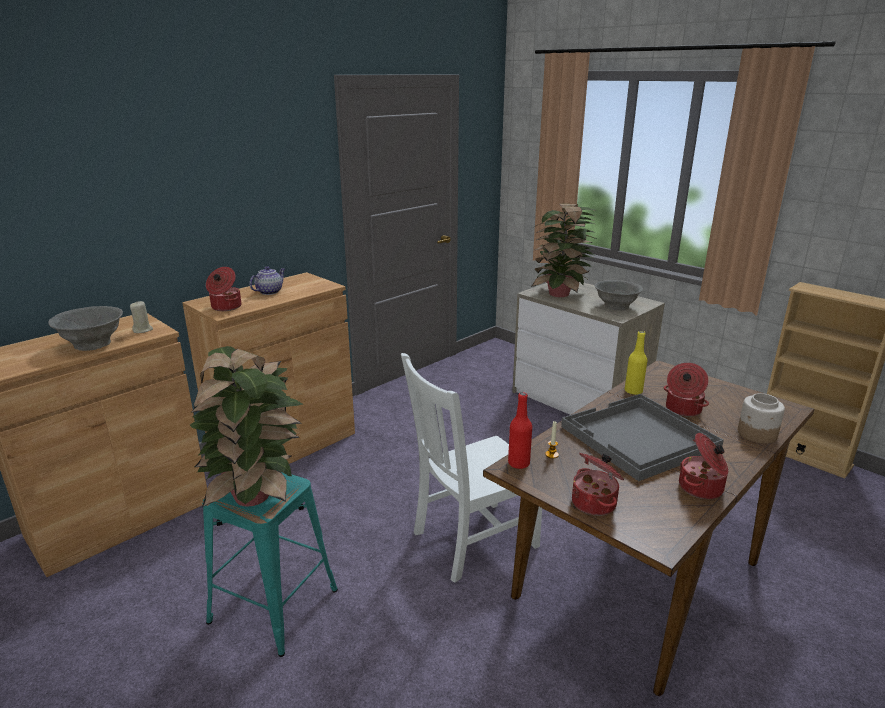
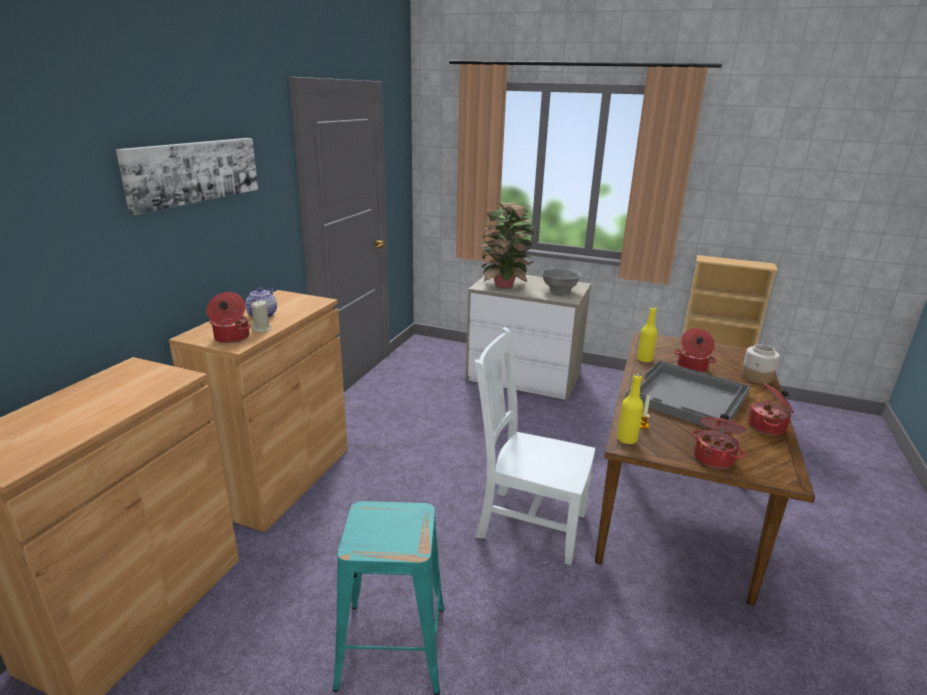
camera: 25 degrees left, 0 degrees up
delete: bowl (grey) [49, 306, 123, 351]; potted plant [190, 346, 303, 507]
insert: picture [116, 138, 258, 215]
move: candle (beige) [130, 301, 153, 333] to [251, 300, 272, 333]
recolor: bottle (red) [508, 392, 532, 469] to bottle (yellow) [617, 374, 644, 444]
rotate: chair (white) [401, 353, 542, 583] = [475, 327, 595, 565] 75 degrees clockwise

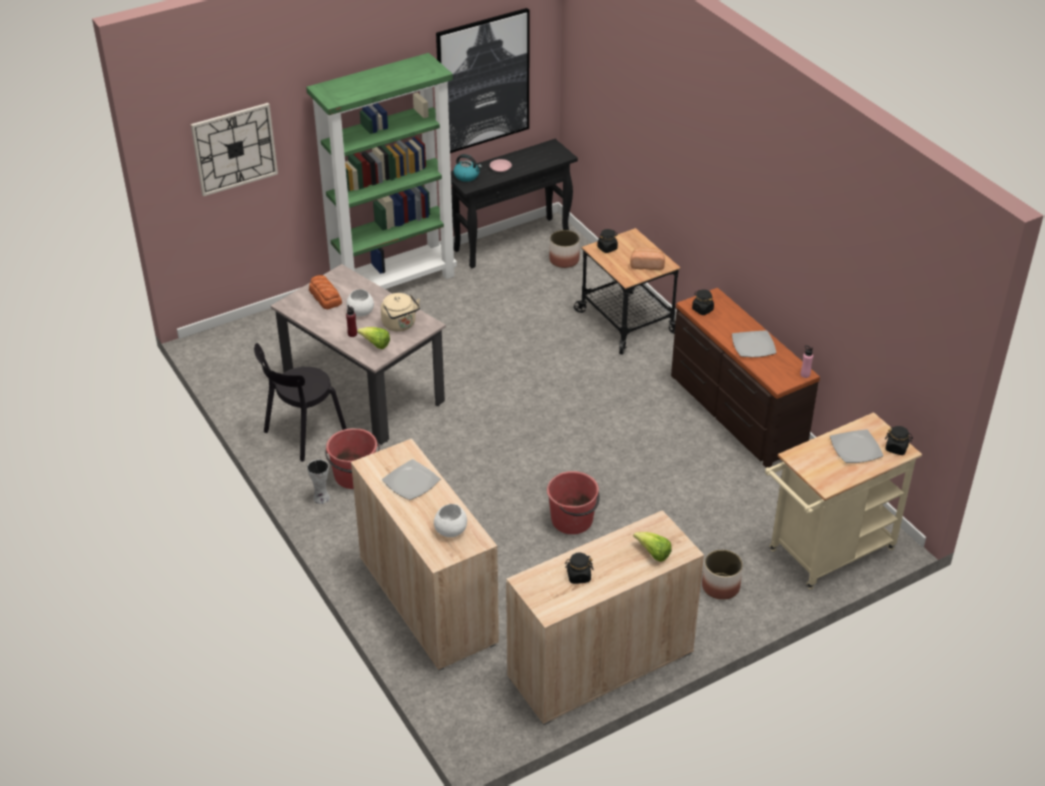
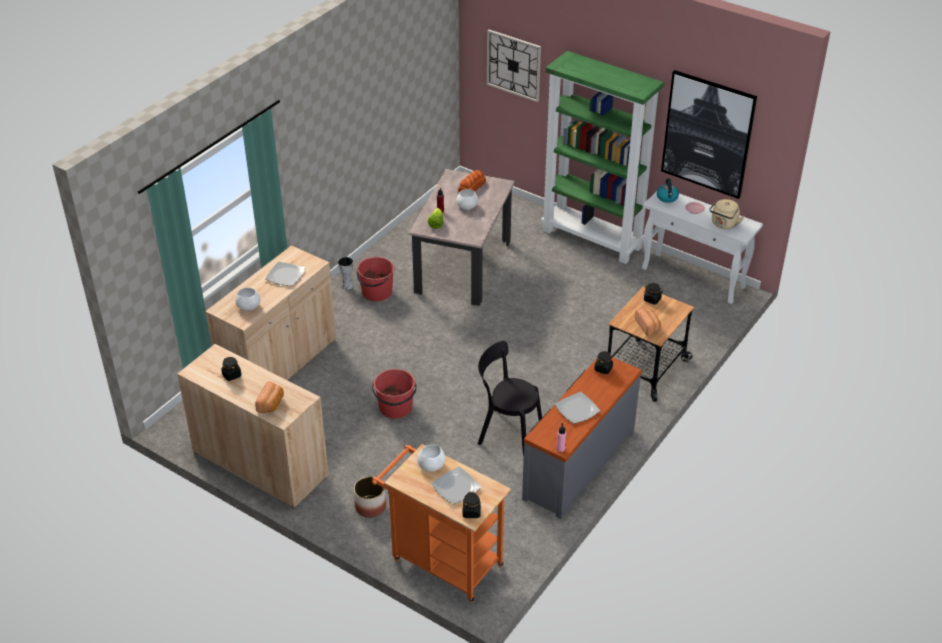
camera: 65 degrees right, 0 degrees up
delete: planter [549, 230, 580, 268]
insert: bowl (white) [417, 445, 445, 472]
move: chair (black) [254, 343, 347, 462] to [478, 341, 542, 456]; kettle (beige) [381, 293, 420, 332] to [709, 199, 744, 229]
replace: lettuce [633, 532, 672, 562] to bread [255, 381, 284, 413]
recolor: cart (beige) [765, 412, 922, 589] to cart (orange) [372, 444, 511, 603]; dresser (brown) [671, 288, 820, 468] to dresser (grey) [522, 357, 642, 519]; console table (black) [451, 139, 578, 268] to console table (white) [642, 191, 763, 304]

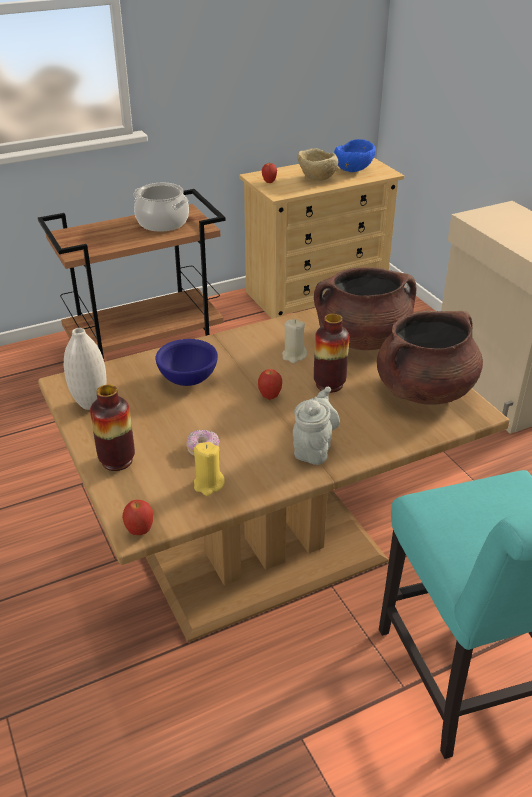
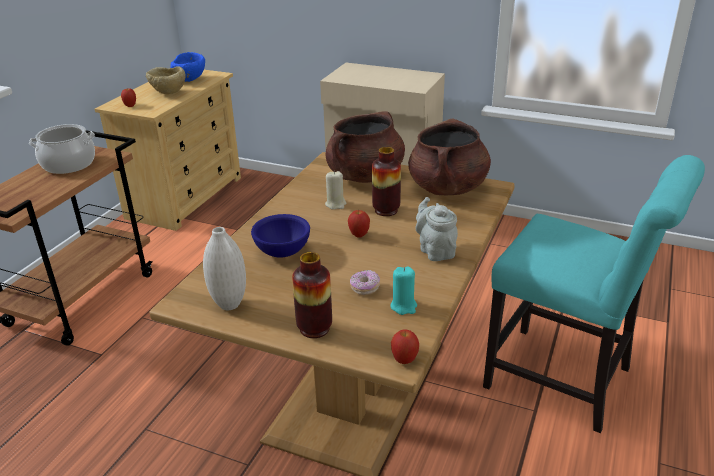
camera: 40 degrees left, 5 degrees down
recolor: candle (yellow) [194, 442, 225, 496] to candle (turquoise) [390, 267, 417, 315]

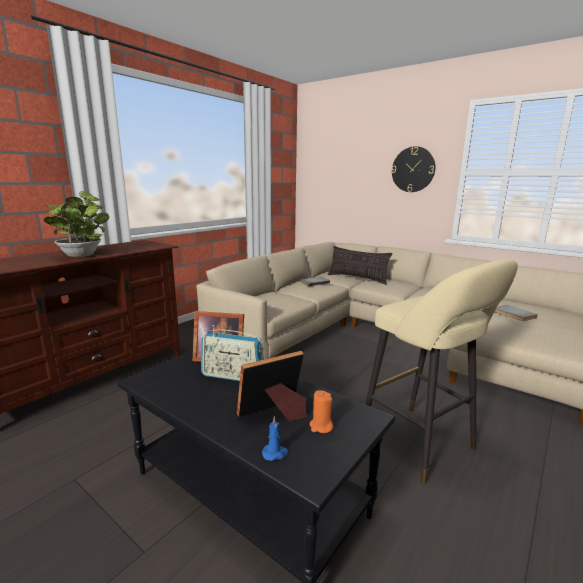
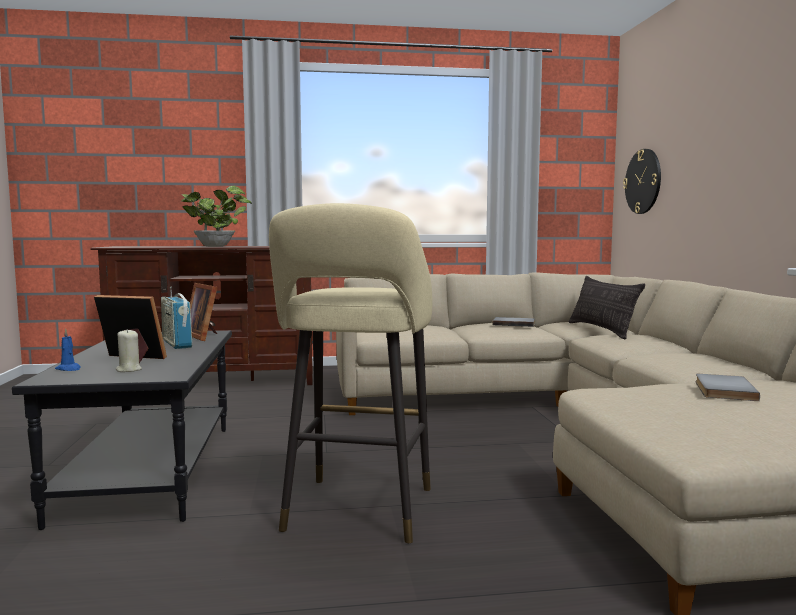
camera: 45 degrees right, 10 degrees down
move: wall clock [392, 146, 435, 192] to [623, 149, 661, 214]
recolor: candle (orange) [309, 390, 334, 433] to candle (beige) [115, 329, 142, 372]

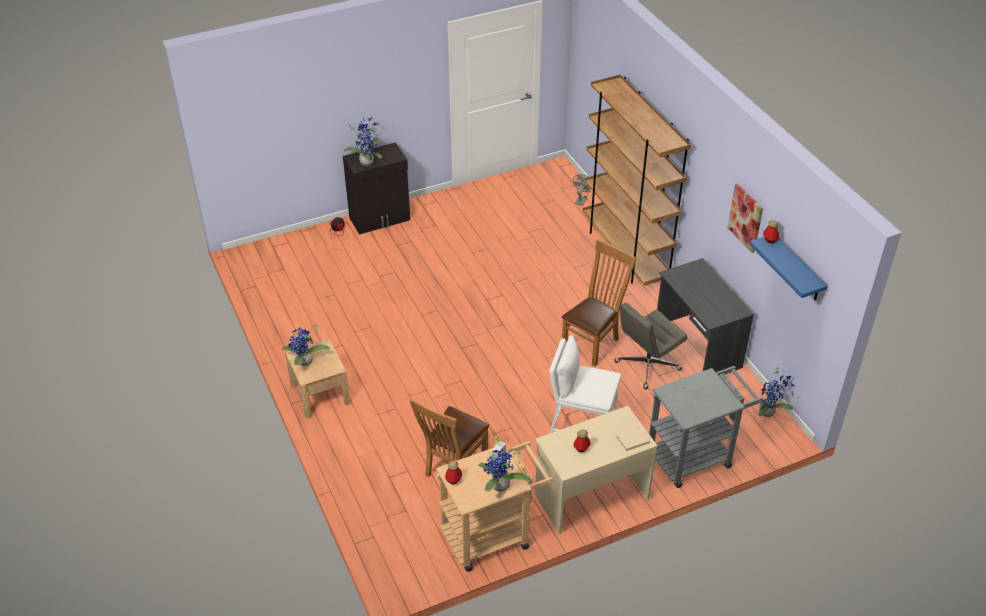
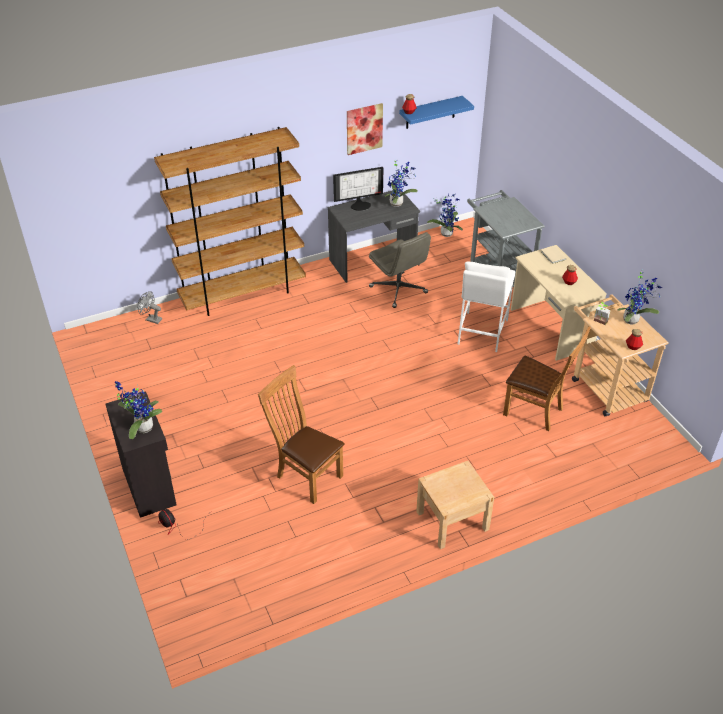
camera: 90 degrees left, 0 degrees up
insert: monitor [333, 167, 383, 211]
move: chair (brown) [562, 239, 636, 366] to [258, 365, 345, 504]; potted plant [282, 324, 330, 366] to [384, 161, 418, 207]

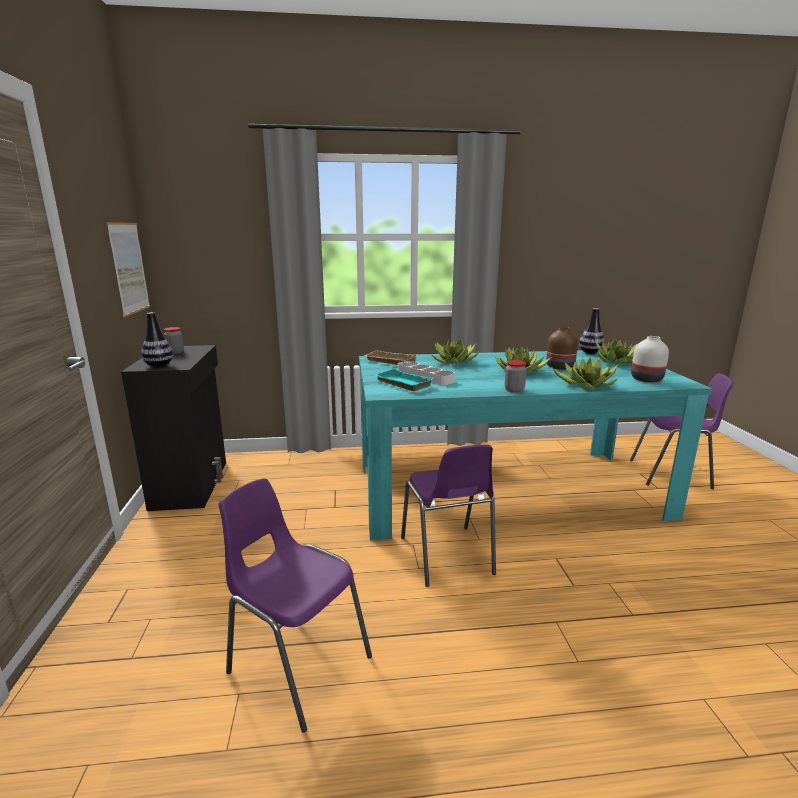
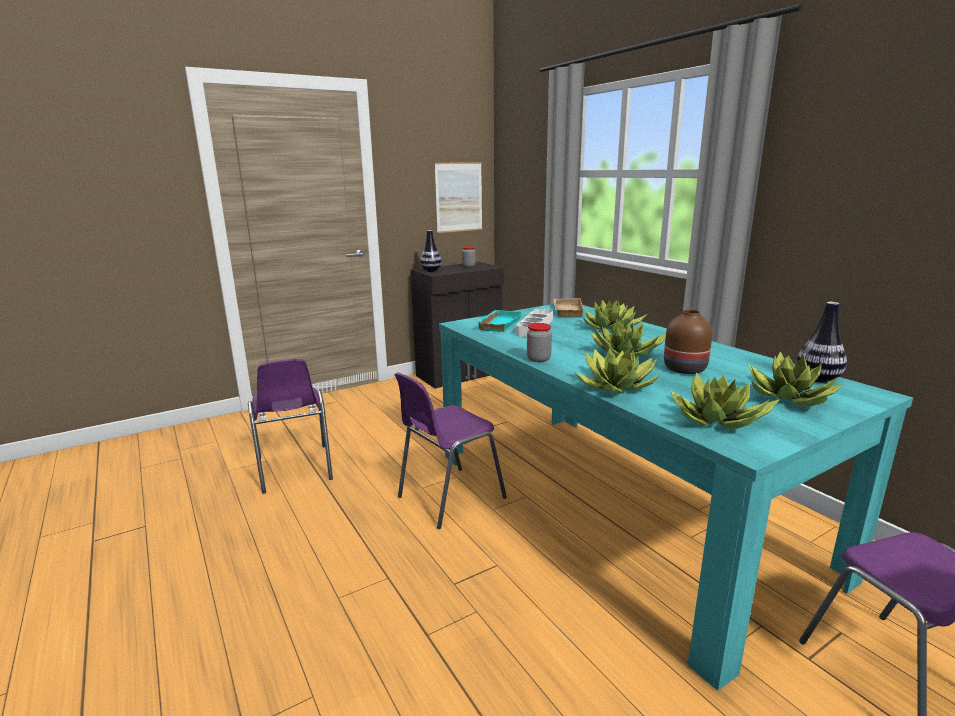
camera: 65 degrees right, 0 degrees up
replace: vase (white) [631, 336, 669, 382] to potted plant [670, 373, 780, 429]
rotate: chair (purple) [219, 478, 372, 733] = [248, 359, 333, 494] 150 degrees clockwise

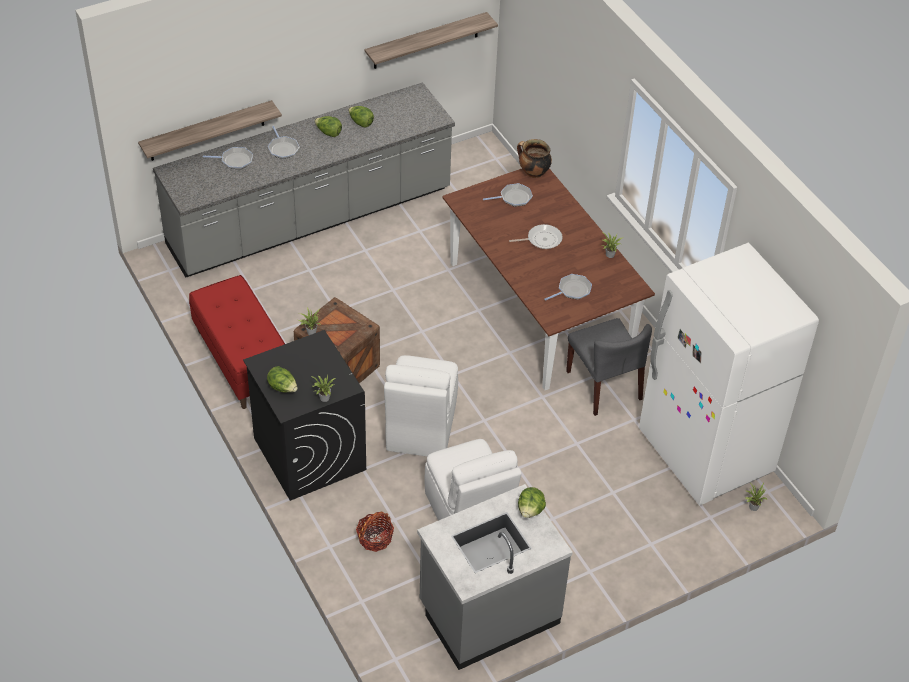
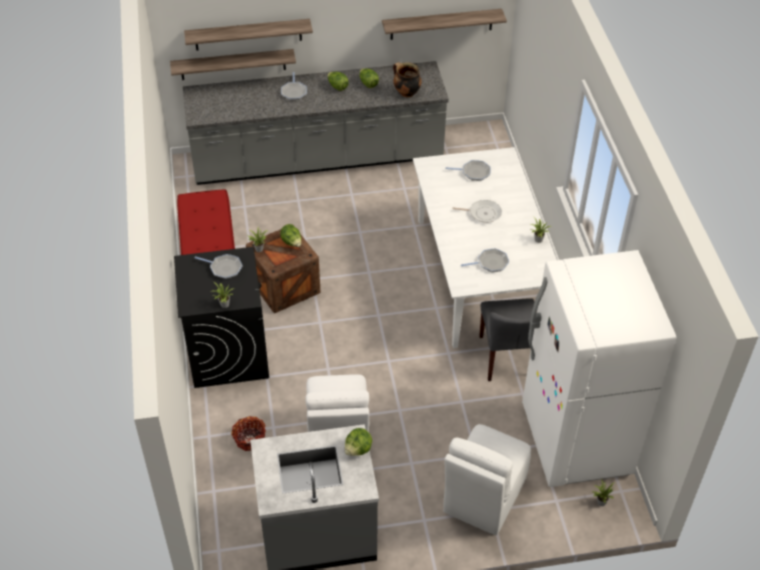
camera: 20 degrees right, 0 degrees up
insert: shelf [184, 19, 313, 51]
move: frying pan [203, 147, 253, 169] to [195, 254, 243, 279]; lettuce [267, 366, 298, 392] to [280, 224, 301, 247]; cooking pot [517, 139, 552, 178] to [393, 62, 422, 97]; chair (white) [384, 355, 458, 456] to [443, 424, 531, 535]
recolor: dining table (brown) [442, 169, 655, 390] to dining table (white) [413, 147, 557, 348]

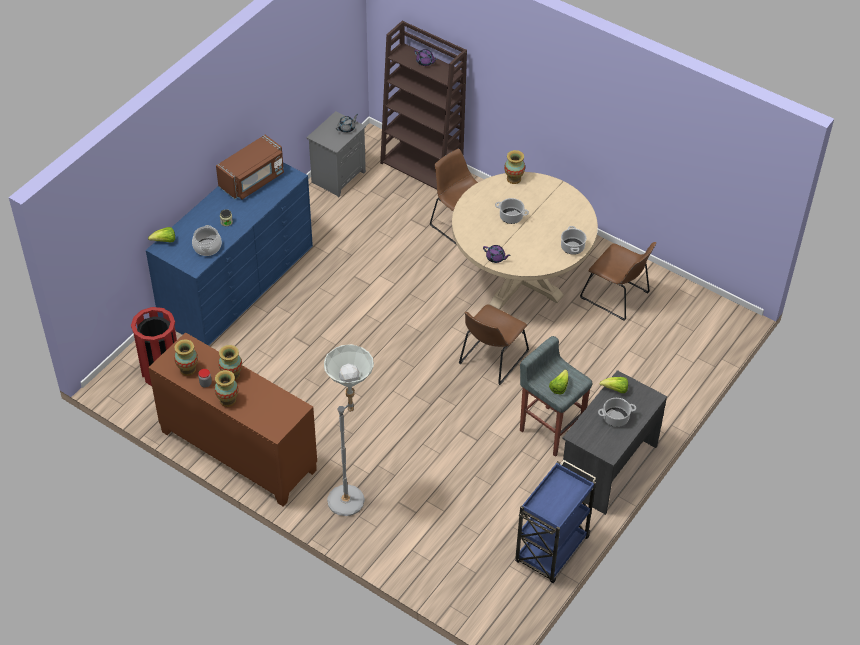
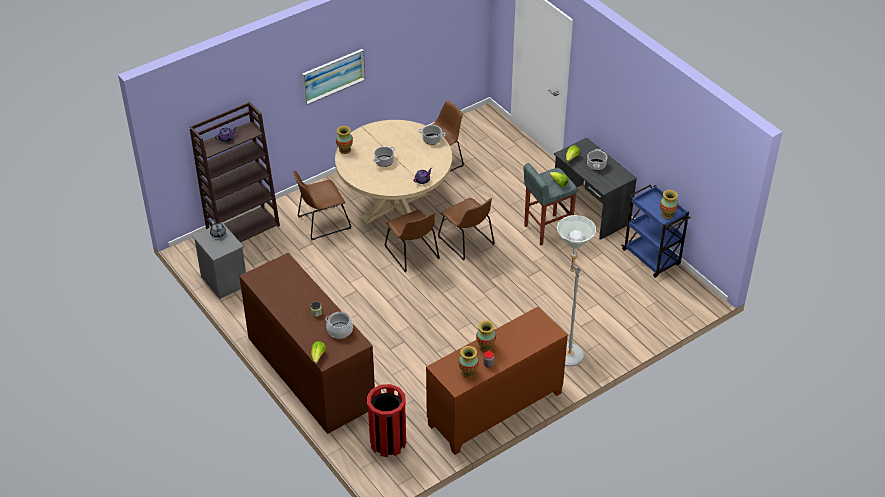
camera: 70 degrees left, 5 degrees down
delete: microwave (brown) [216, 135, 284, 199]
insert: picture [302, 49, 365, 105]; chair (brown) [384, 210, 440, 273]
move: vase [214, 370, 238, 407] to [660, 190, 678, 219]
recolor: dresser (blue) [146, 163, 313, 346] to dresser (brown) [239, 253, 375, 434]

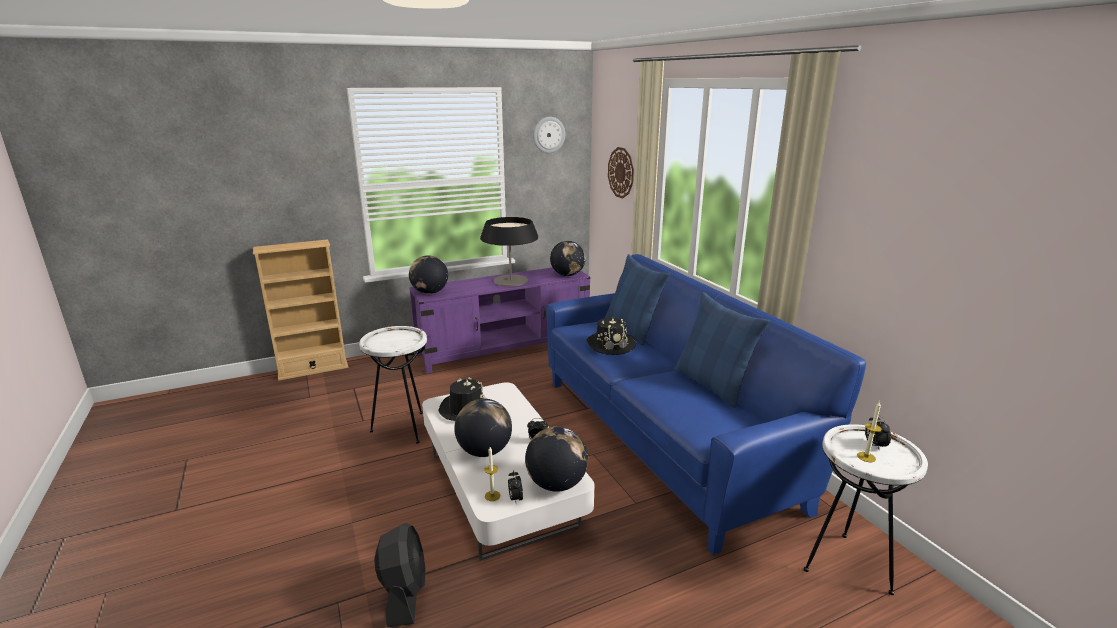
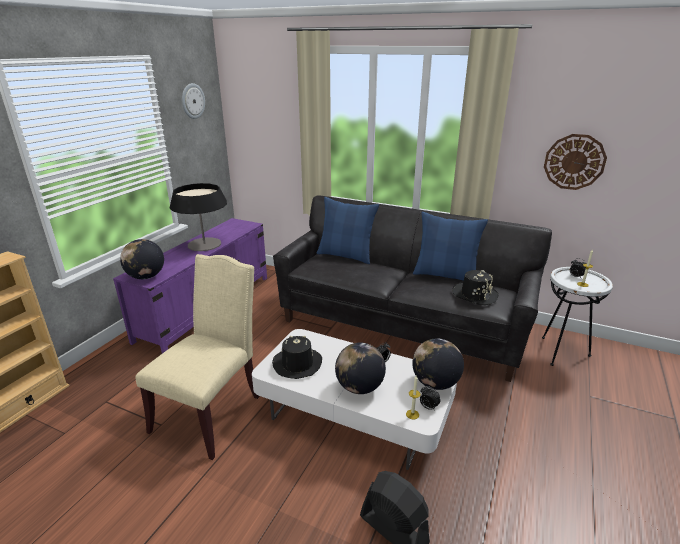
camera: 40 degrees left, 5 degrees up
delete: globe [550, 241, 585, 276]
move: hat (black) [587, 318, 636, 355] to [452, 270, 498, 305]; wall clock [608, 147, 634, 198] to [544, 134, 607, 190]
replace: side table (white) [359, 326, 427, 444] to chair (beige) [135, 254, 260, 460]
recolor: sofa (blue) [546, 254, 866, 555] to sofa (black) [273, 195, 552, 382]

